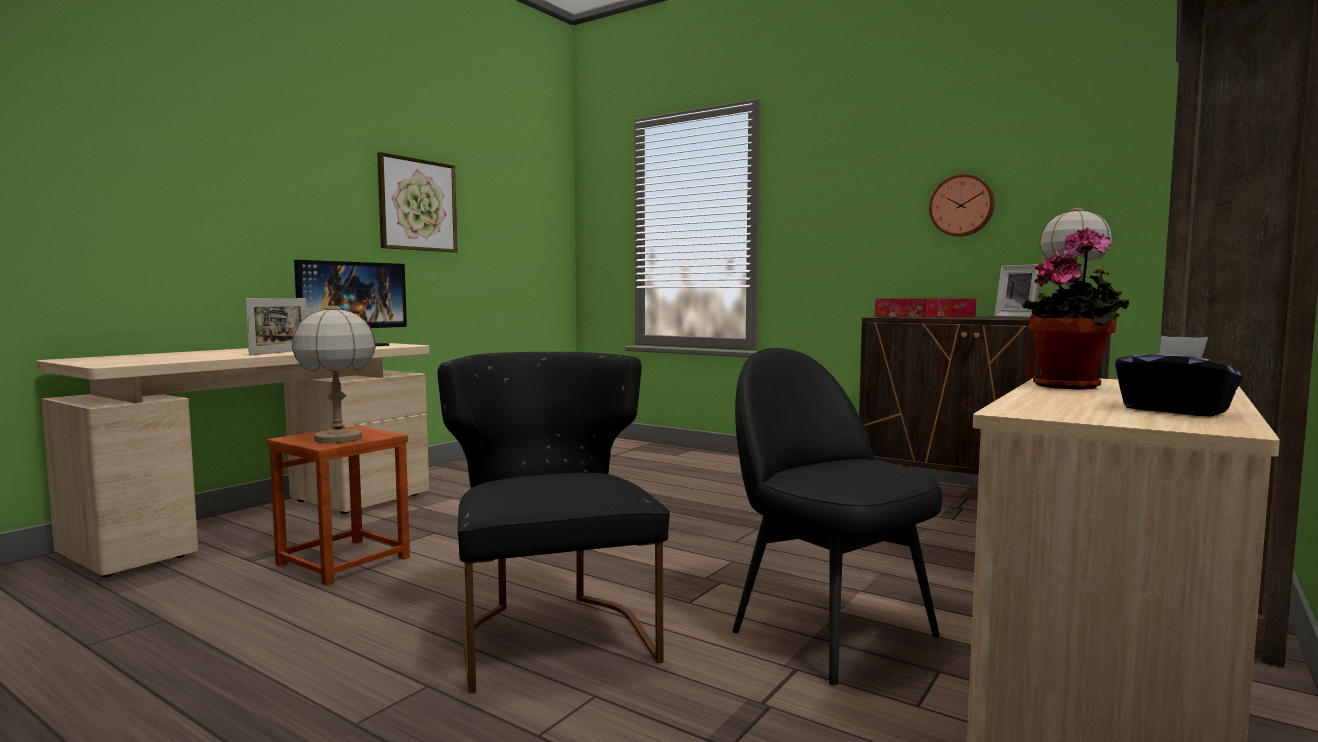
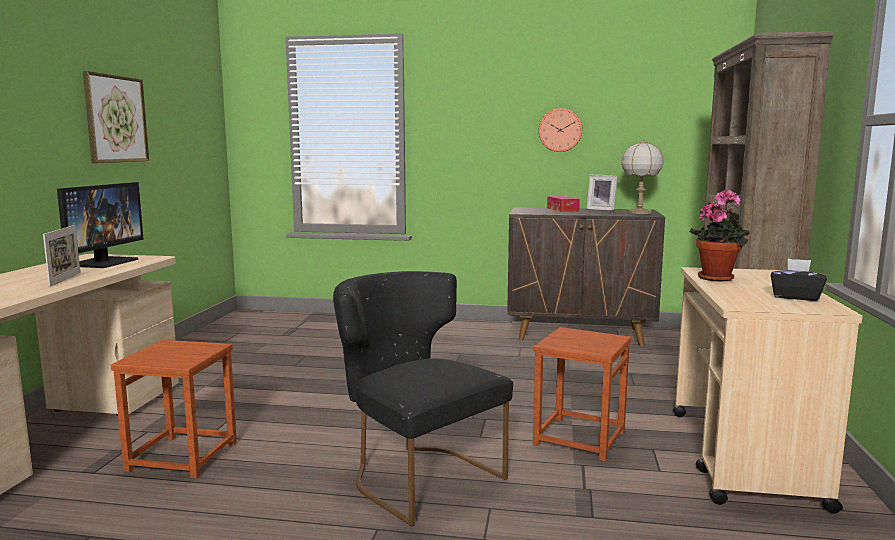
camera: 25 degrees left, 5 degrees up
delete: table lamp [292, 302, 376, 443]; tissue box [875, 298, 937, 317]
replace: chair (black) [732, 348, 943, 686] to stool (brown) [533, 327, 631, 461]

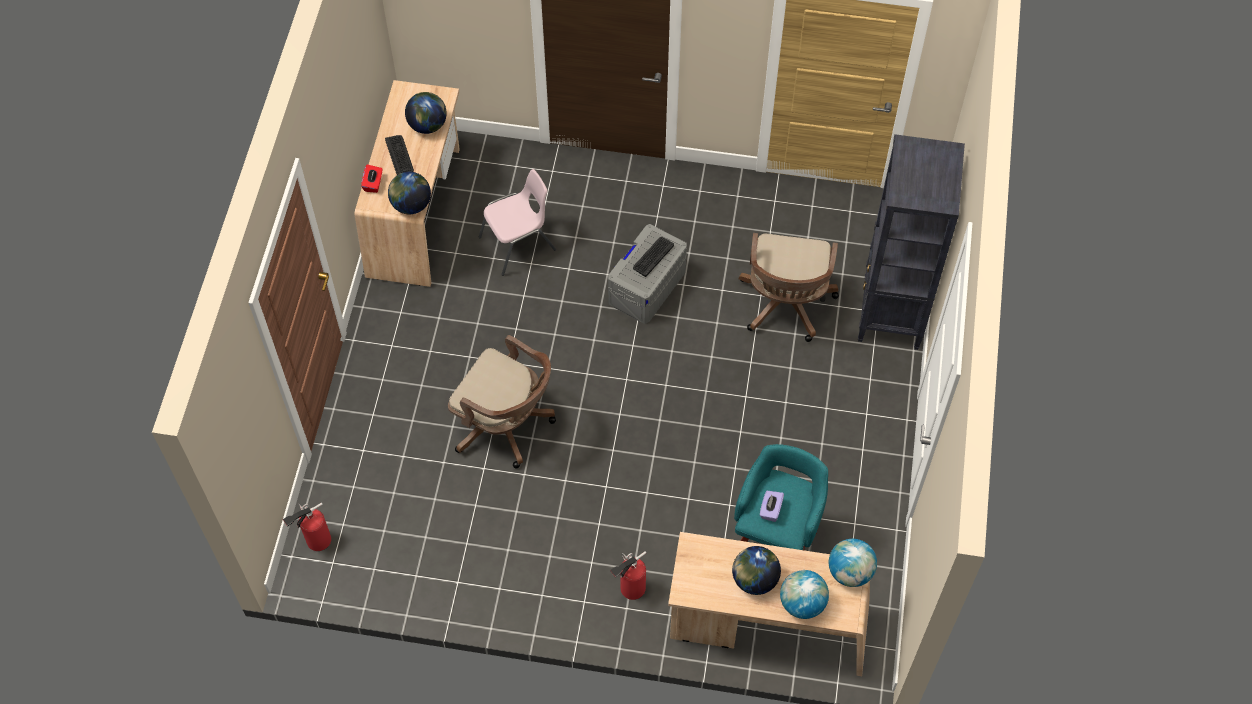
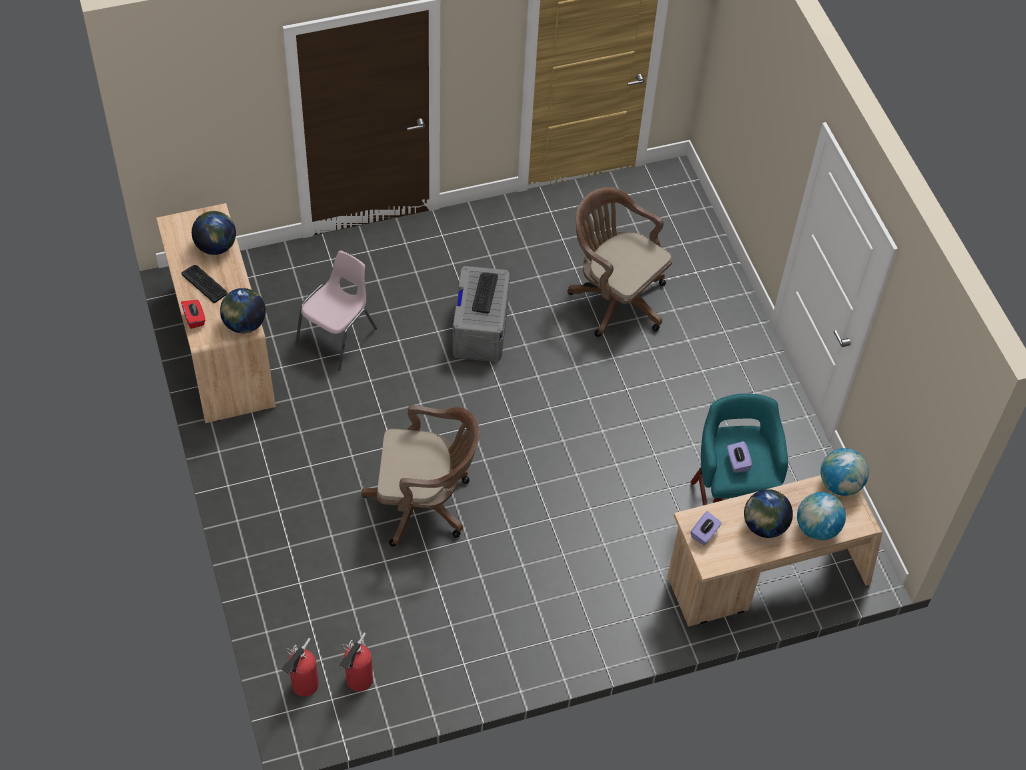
camera: 30 degrees left, 5 degrees down
delete: bookcase (black) [858, 134, 965, 350]
insert: tissue box (purple) [691, 511, 722, 545]
move: fire extinguisher [610, 551, 646, 600] to [339, 633, 373, 691]
rotate: office chair (brown) [739, 233, 839, 342] = [567, 187, 672, 337] 150 degrees clockwise

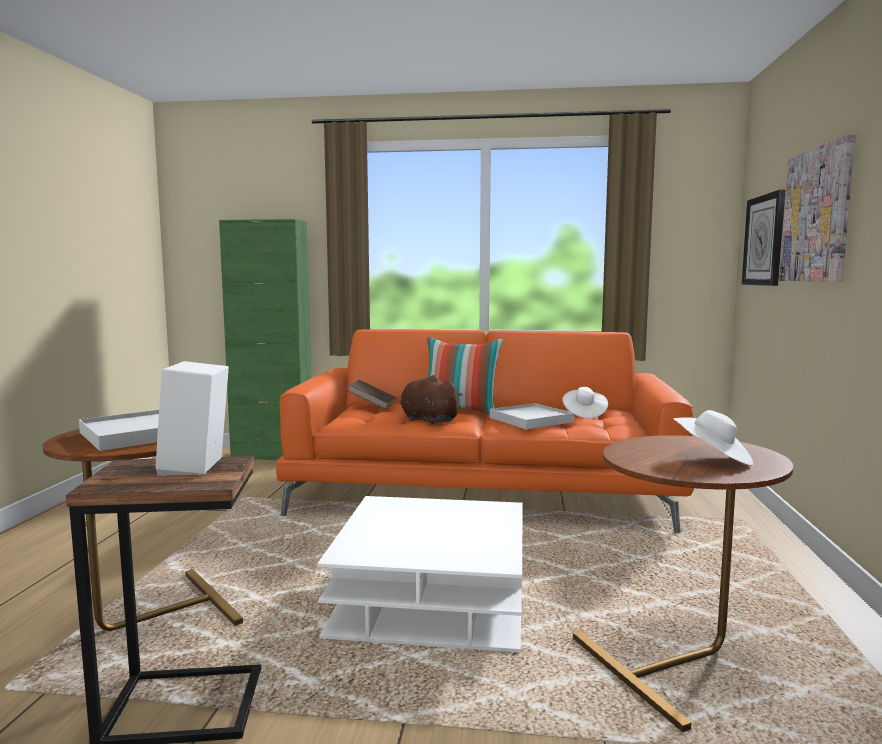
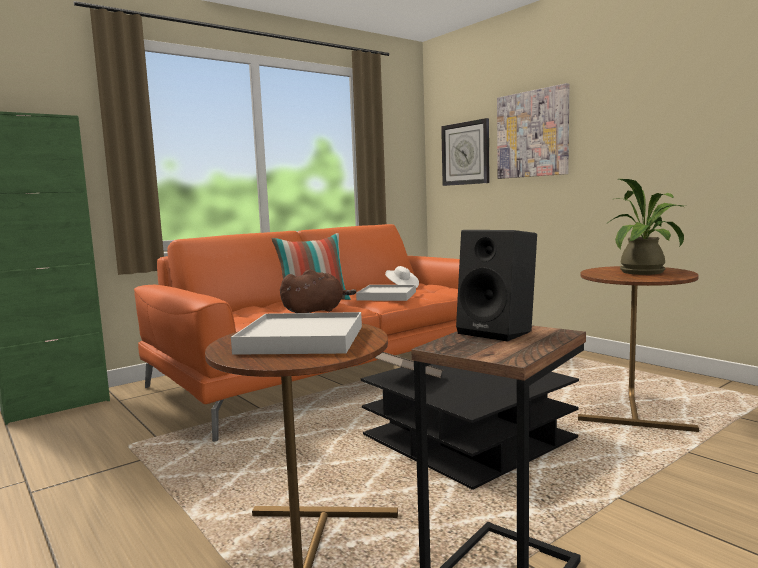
camera: 45 degrees left, 0 degrees up
move: book (brown) [347, 380, 396, 409] to [375, 352, 443, 378]
replace: hat (white) [673, 410, 753, 466] to potted plant [609, 179, 686, 275]
recolor: coffee table (white) [317, 496, 523, 653] to coffee table (black) [361, 364, 579, 490]; speaker (white) [155, 361, 229, 476] to speaker (black) [456, 230, 537, 342]
rotate: plush toy (brown) [400, 375, 463, 424] = [280, 269, 356, 313] 150 degrees clockwise

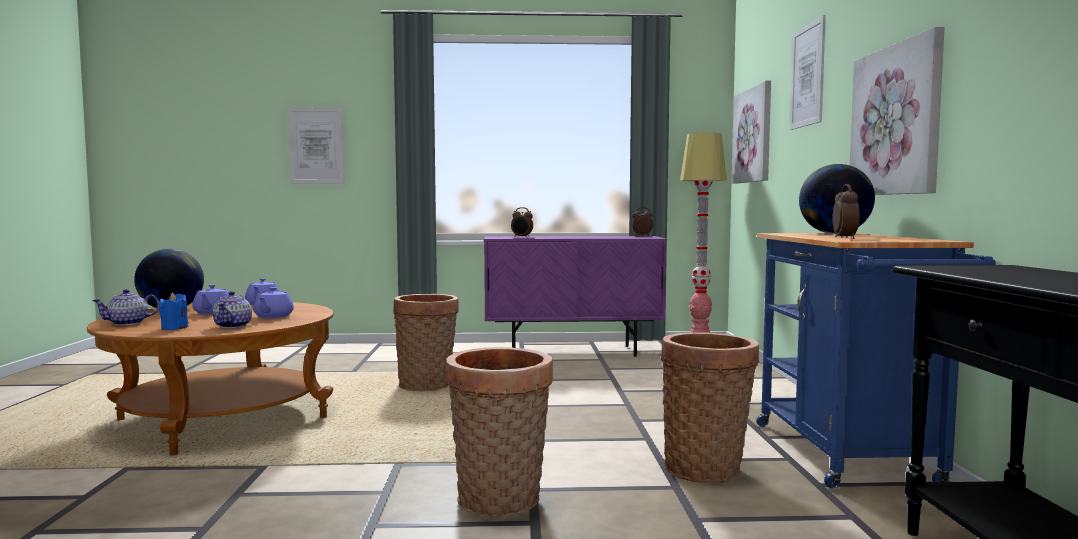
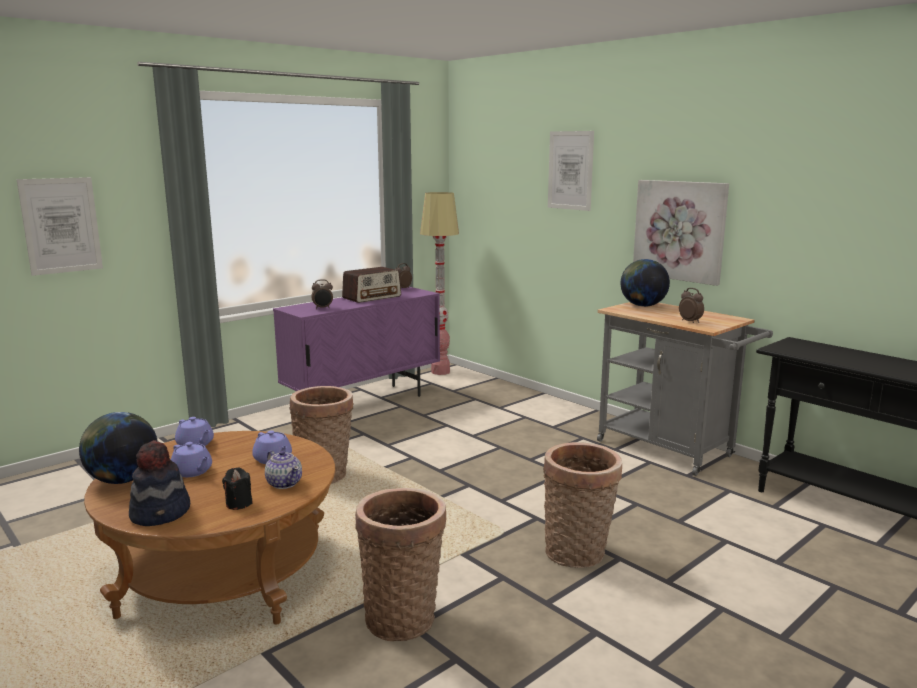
camera: 40 degrees left, 10 degrees up
delete: picture [732, 81, 771, 184]
insert: radio [342, 267, 401, 303]
move: basket [660, 332, 759, 483] to [355, 488, 446, 641]
replace: teapot [92, 289, 159, 325] to hat [129, 440, 190, 526]
recolor: candle (blue) [159, 293, 188, 330] to candle (black) [222, 468, 253, 510]; cart (blue) [756, 233, 996, 488] to cart (grey) [597, 302, 773, 476]

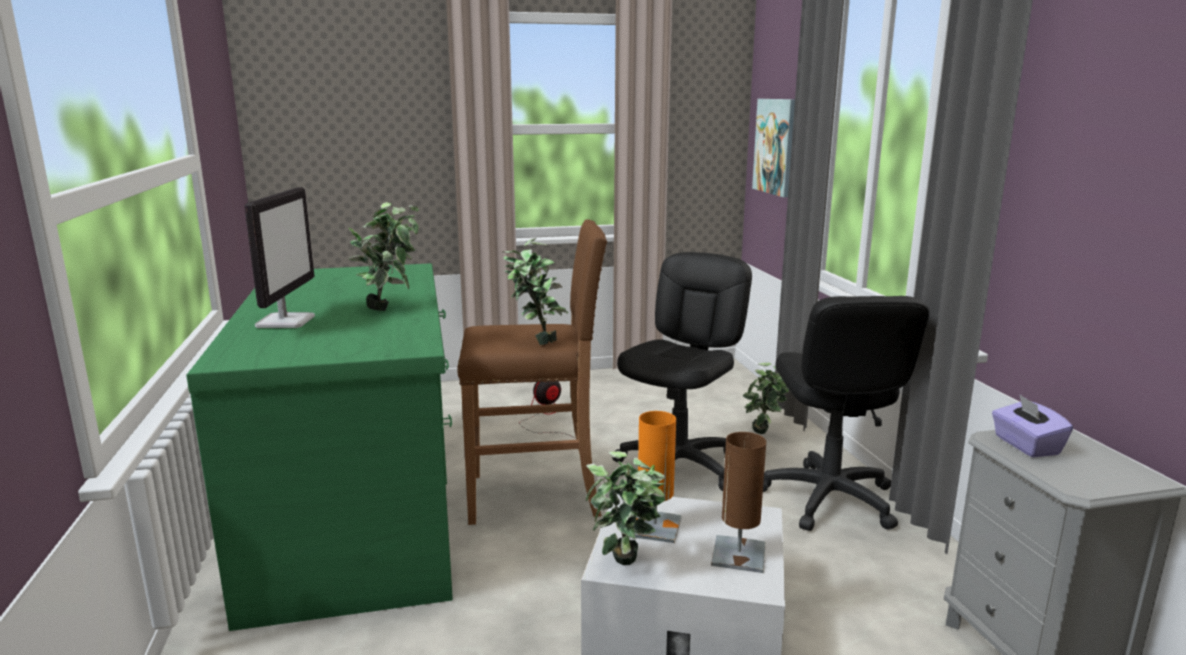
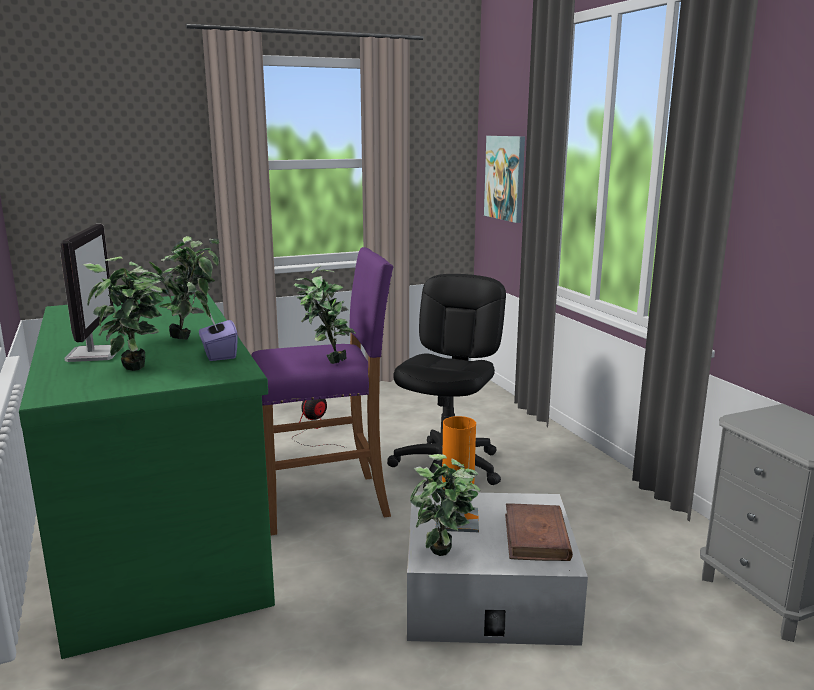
camera: 10 degrees left, 0 degrees up
delete: office chair (black) [763, 296, 929, 531]
move: potted plant [743, 362, 789, 434] to [83, 256, 164, 371]; tissue box (purple) [992, 394, 1073, 457] to [199, 313, 238, 361]
replace: table lamp (brown) [711, 432, 766, 573] to book (brown) [505, 504, 573, 561]
recolor: stool (brown) [457, 220, 607, 525] to stool (purple) [251, 247, 393, 535]

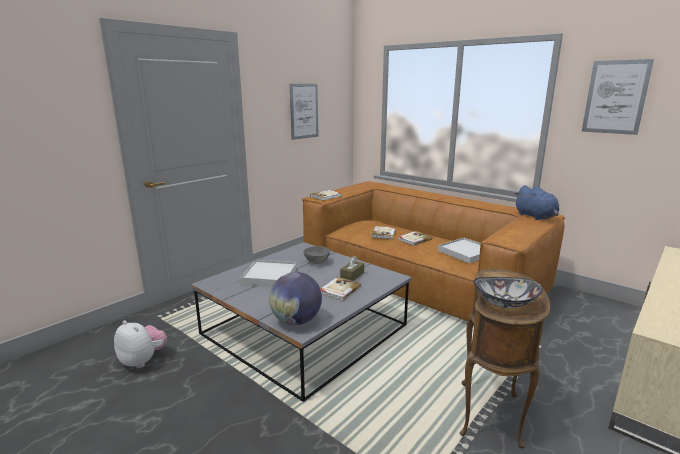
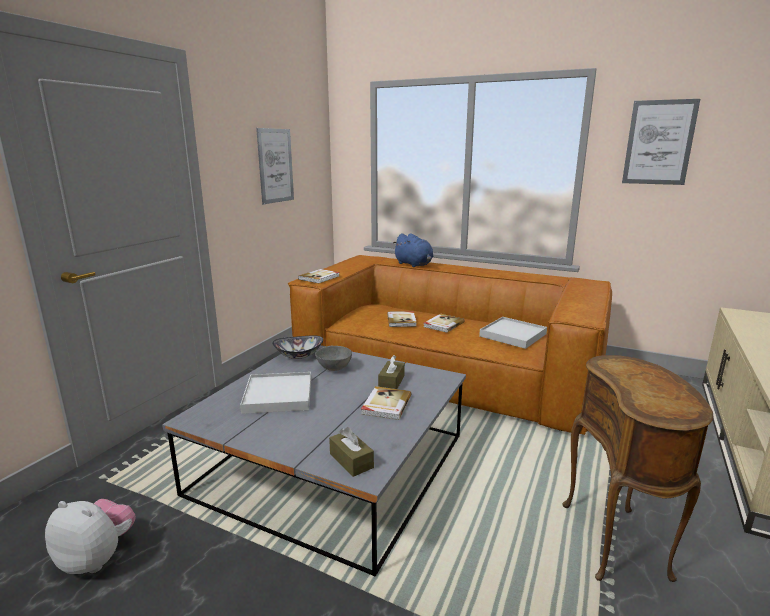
camera: 15 degrees left, 0 degrees up
move: bowl [474, 277, 543, 308] to [272, 335, 323, 359]; plush toy (blue) [515, 185, 559, 220] to [393, 233, 433, 267]
replace: globe [269, 272, 322, 325] to tissue box (brown) [329, 427, 374, 477]

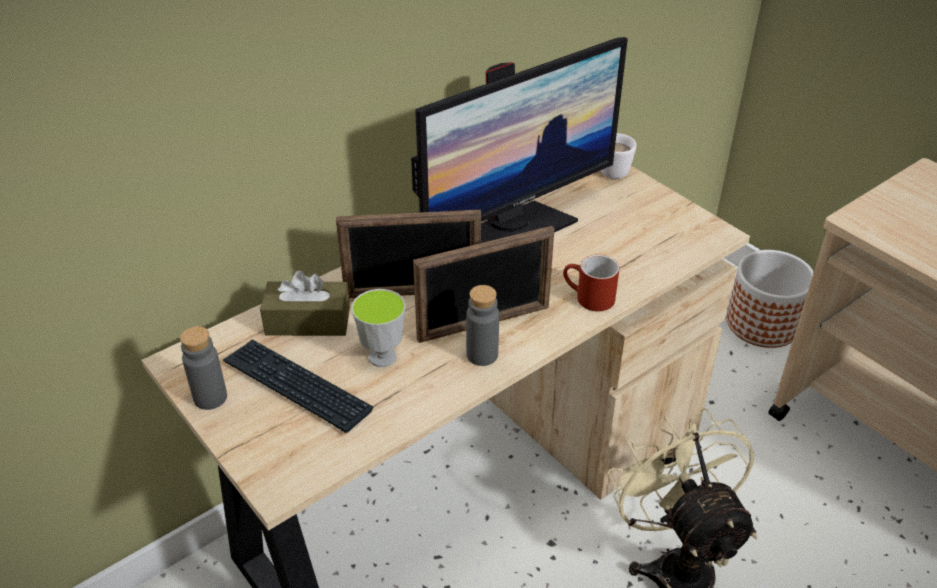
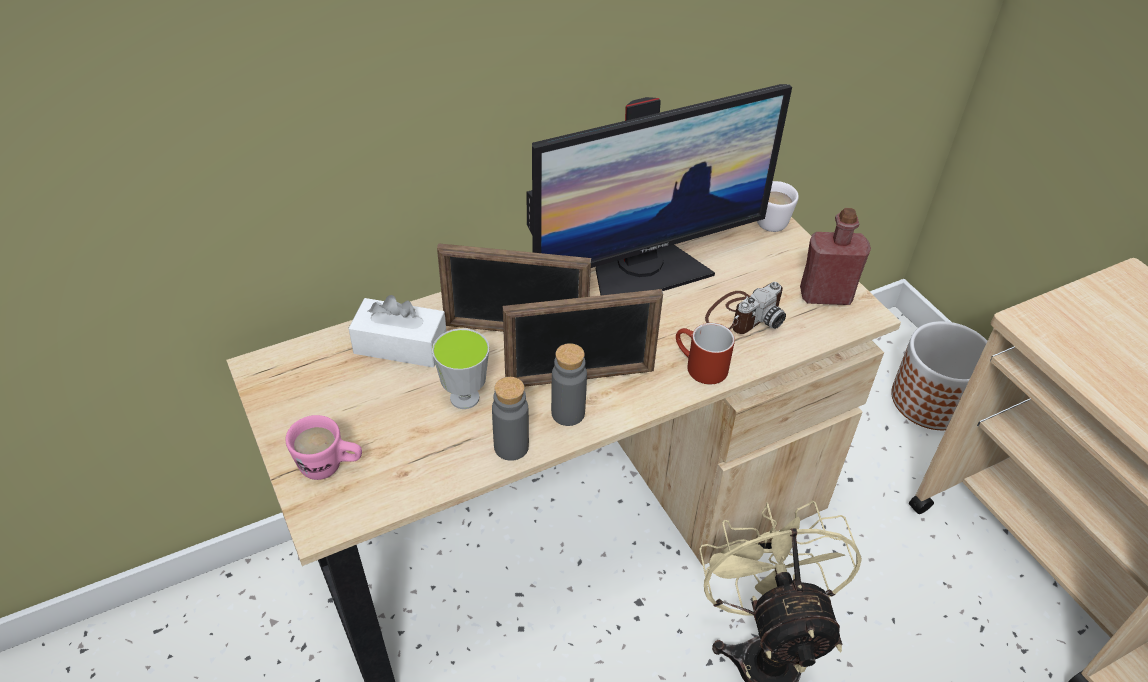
camera: 10 degrees right, 5 degrees up
delete: keyboard [223, 339, 373, 433]
insert: mug (pink) [286, 415, 362, 480]; photo camera [705, 282, 786, 334]; bottle (red) [800, 208, 871, 305]
move: bottle (grey) [180, 326, 227, 410] to [492, 377, 529, 461]
recolor: tissue box (brown) [260, 270, 350, 336] to tissue box (white) [349, 295, 446, 367]

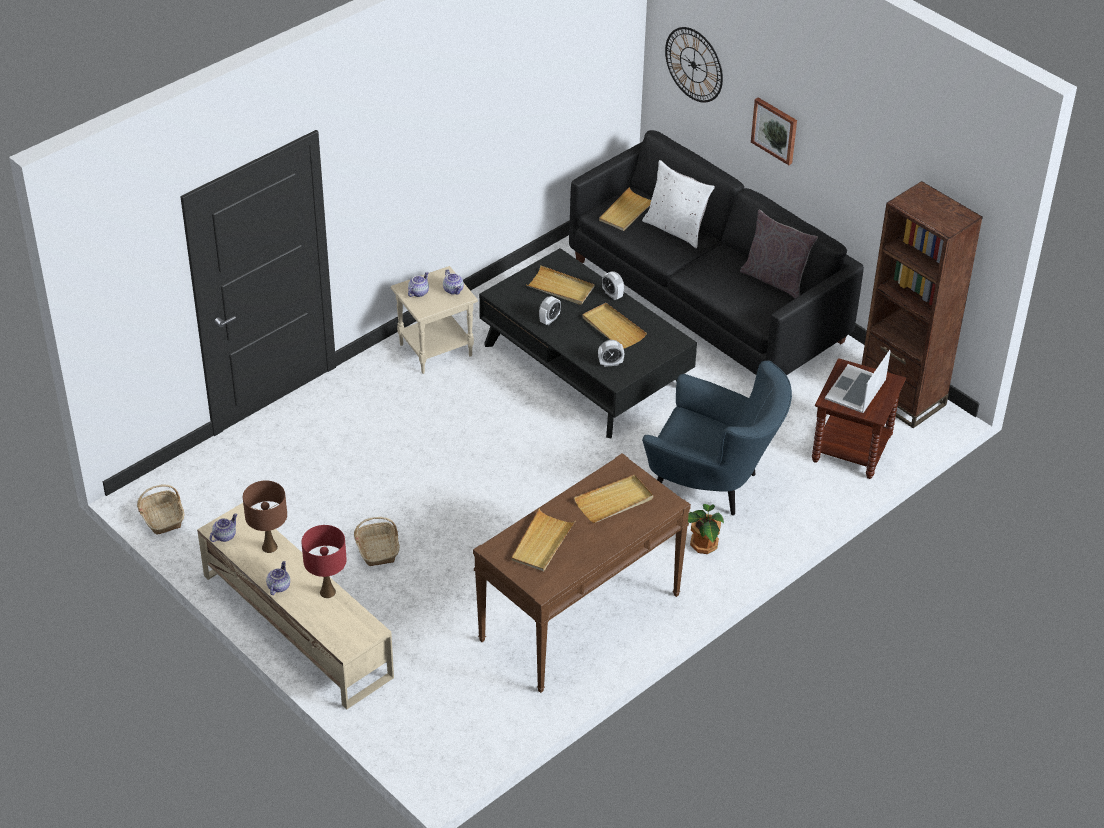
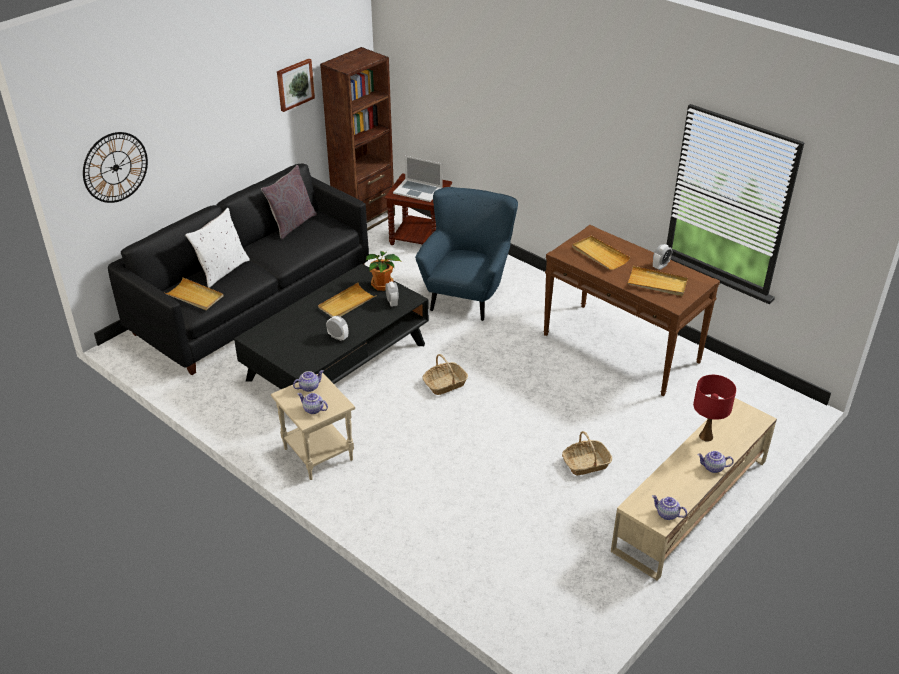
camera: 95 degrees left, 5 degrees down
delete: table lamp (brown) [243, 481, 287, 553]; tray (beige) [526, 265, 594, 305]
move: picture [751, 97, 797, 165] to [277, 59, 315, 112]; potted plant [688, 504, 724, 554] to [366, 251, 401, 291]; basket [137, 484, 184, 535] to [423, 354, 468, 395]; alarm clock [602, 271, 624, 300] to [653, 244, 672, 270]

